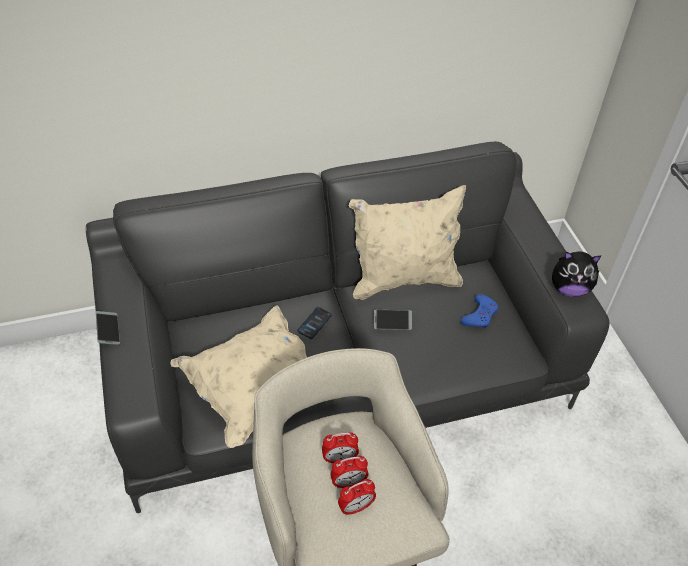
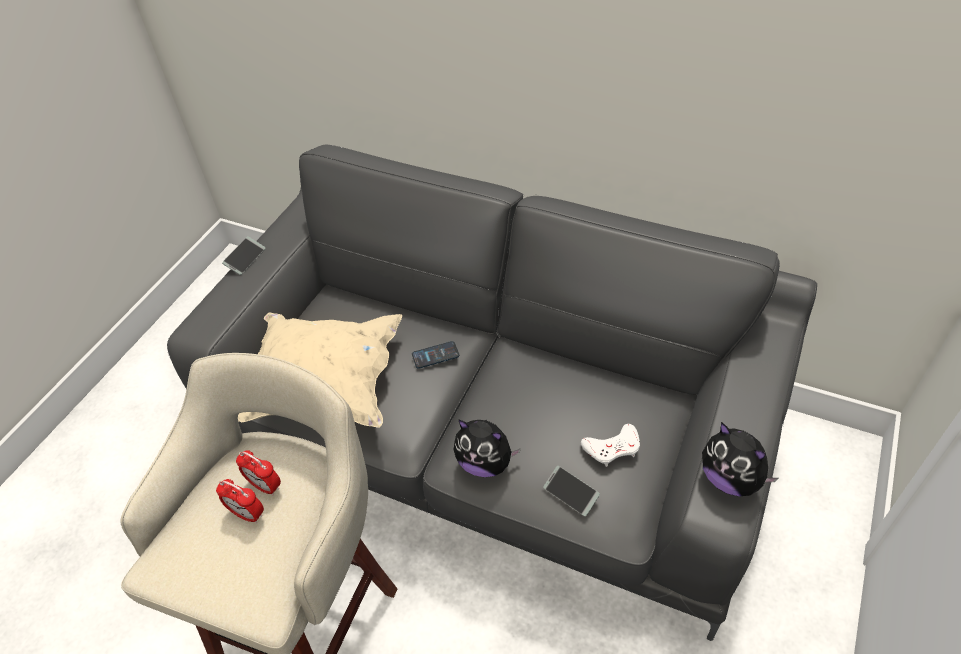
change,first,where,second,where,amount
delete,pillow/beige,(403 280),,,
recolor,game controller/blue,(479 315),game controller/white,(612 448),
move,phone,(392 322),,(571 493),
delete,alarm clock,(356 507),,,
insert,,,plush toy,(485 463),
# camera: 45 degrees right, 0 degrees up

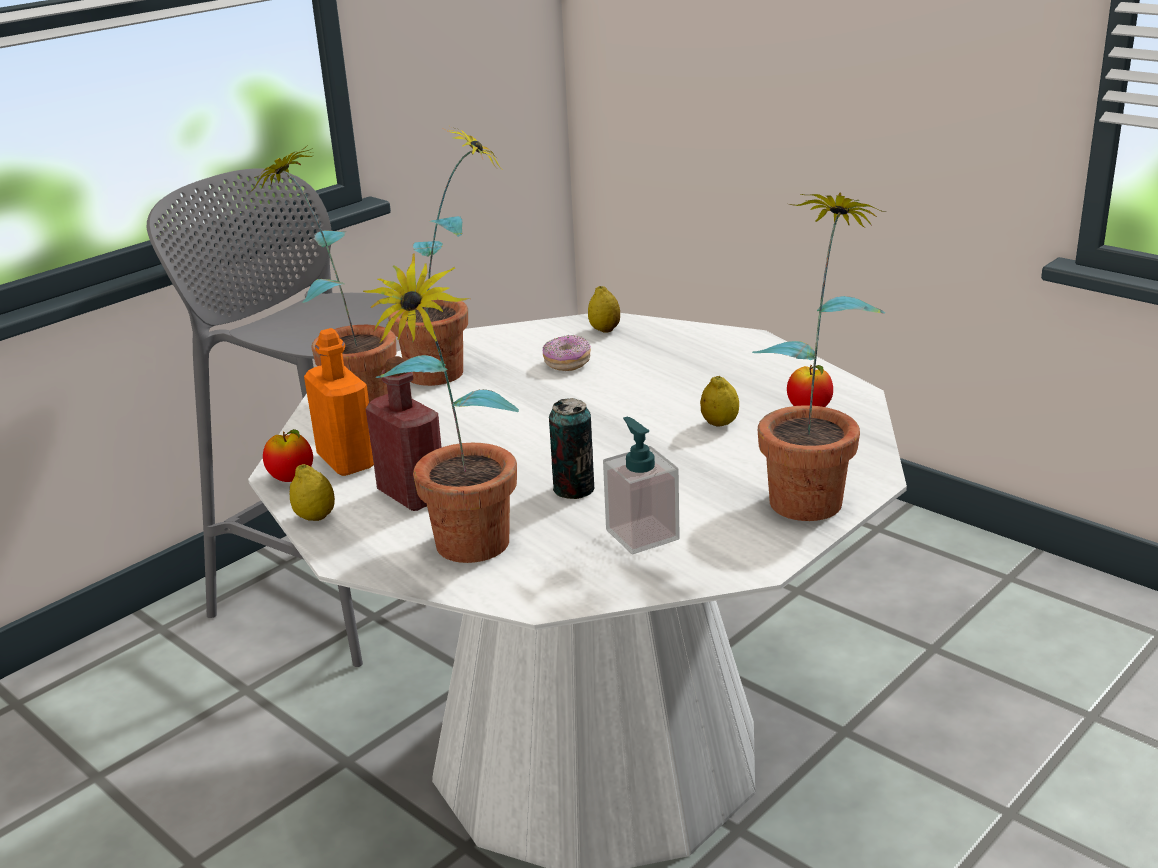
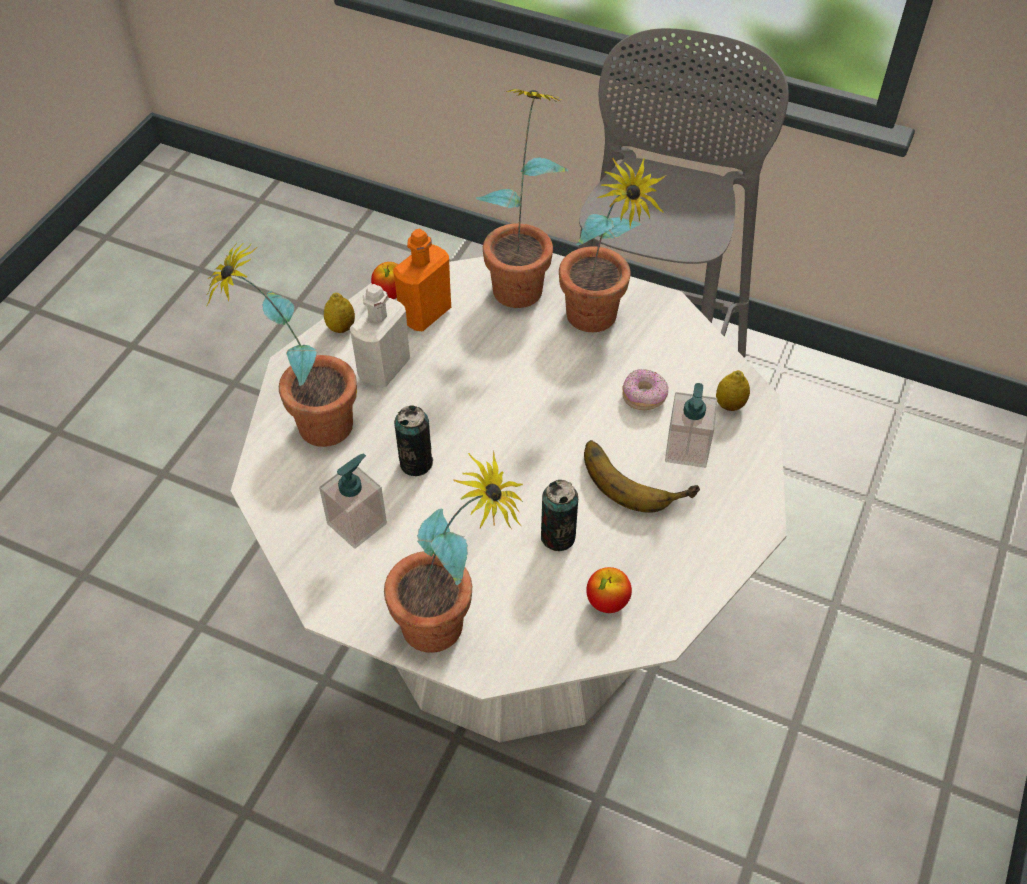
change,first,where,second,where,amount
recolor,bottle/red,(412 495),bottle/white,(384 369),
replace,lemon,(719 424),can,(558 537),
insert,,,soap dispenser,(687 449),
insert,,,banana,(636 475),
# camera: 70 degrees right, 25 degrees up

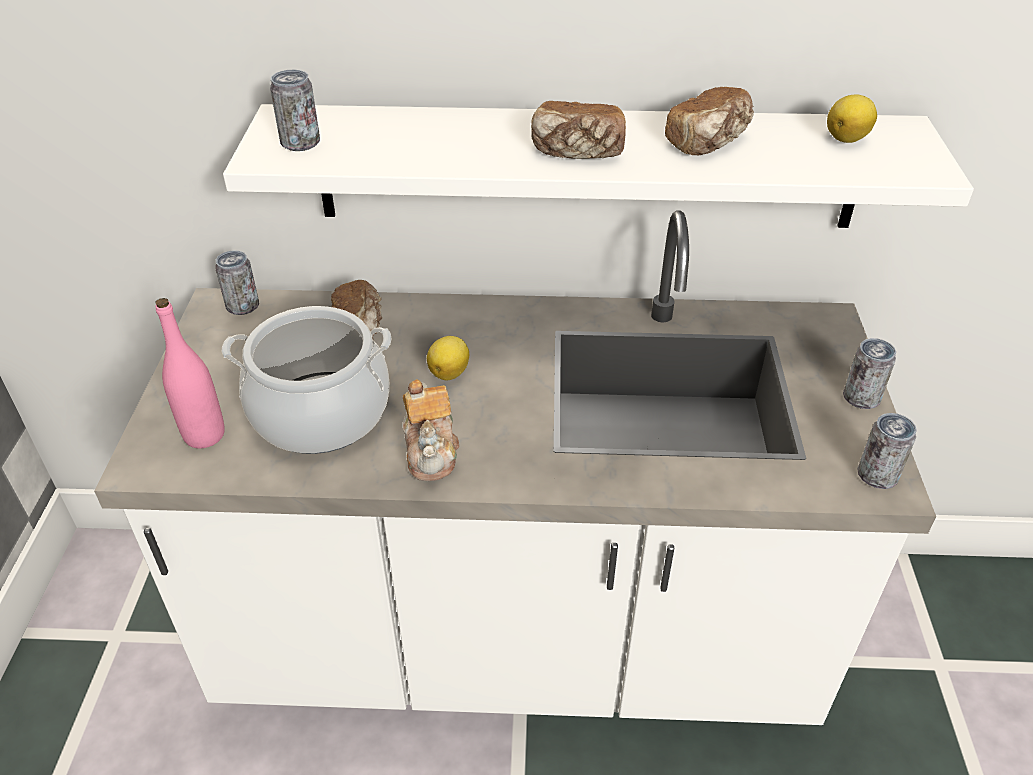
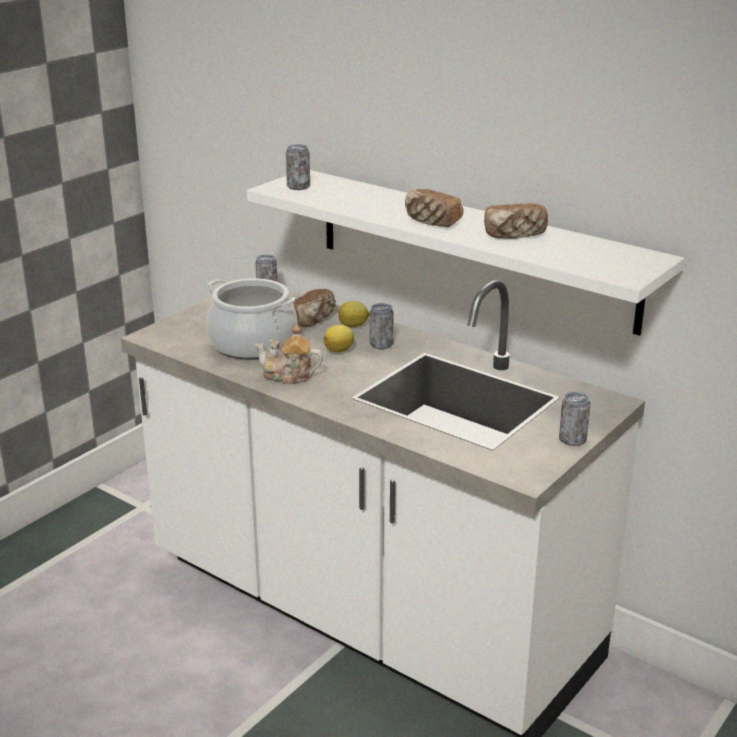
change,first,where,second,where,amount
move,lemon,(847 139),,(354 326),
delete,bottle/pink,(204 435),,,
rotate,teapot,(431 451),,(288 376),75 degrees clockwise
move,can,(877 475),,(381 344),
# camera: 35 degrees right, 15 degrees down

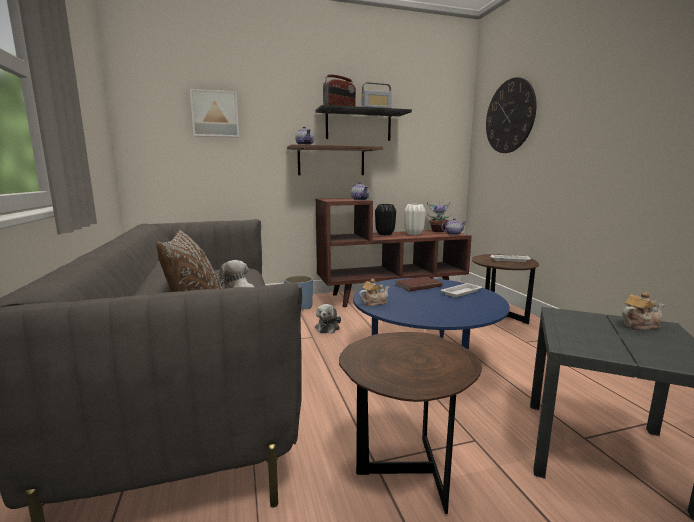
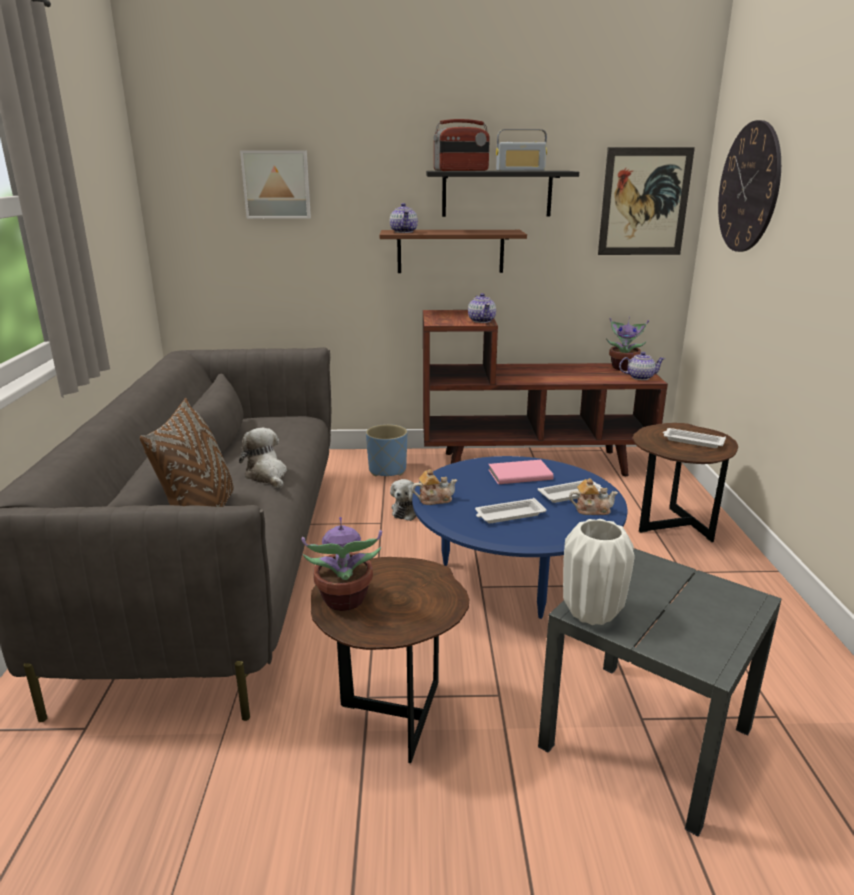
change,first,where,second,where,amount
delete,vase/black,(384 234),,,
move,vase/white,(414 234),,(592 613),
recolor,book/brown,(417 285),book/pink,(518 474),
move,teapot,(639 325),,(591 510),
insert,,,picture,(644 202),
insert,,,tray/white,(508 515),
insert,,,potted plant,(344 601),
# camera: 15 degrees right, 10 degrees up

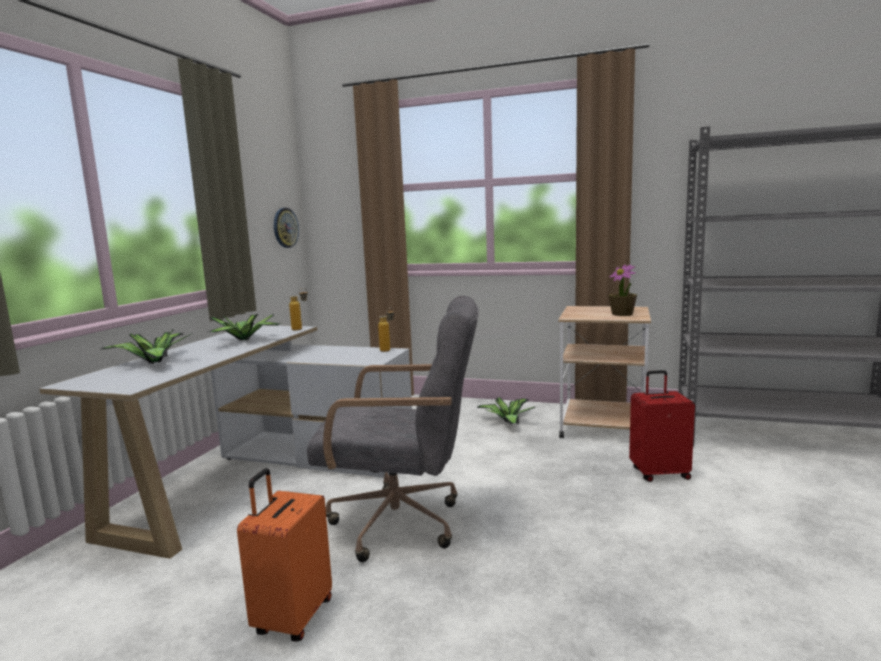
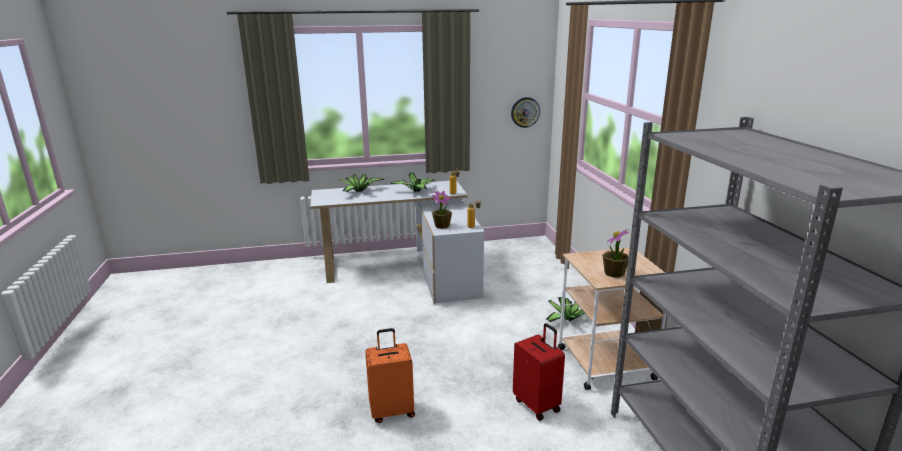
change,first,where,second,where,amount
delete,office chair/grey,(404 525),,,
move,suitcase/orange,(292 617),,(392 411),
insert,,,potted plant,(442 226),
# camera: 60 degrees right, 10 degrees up

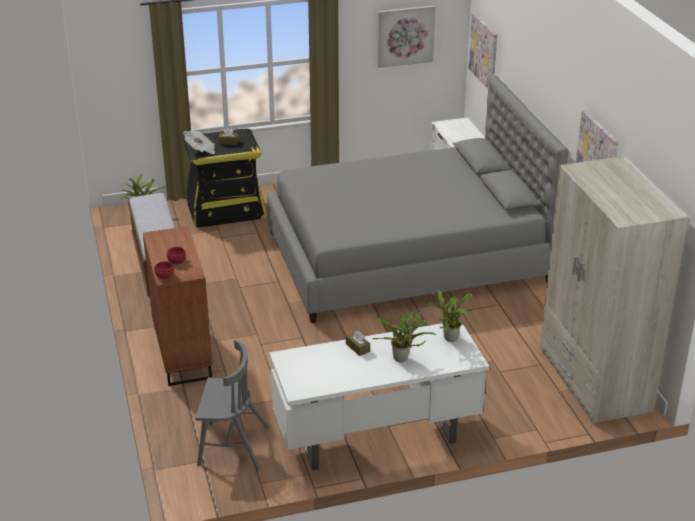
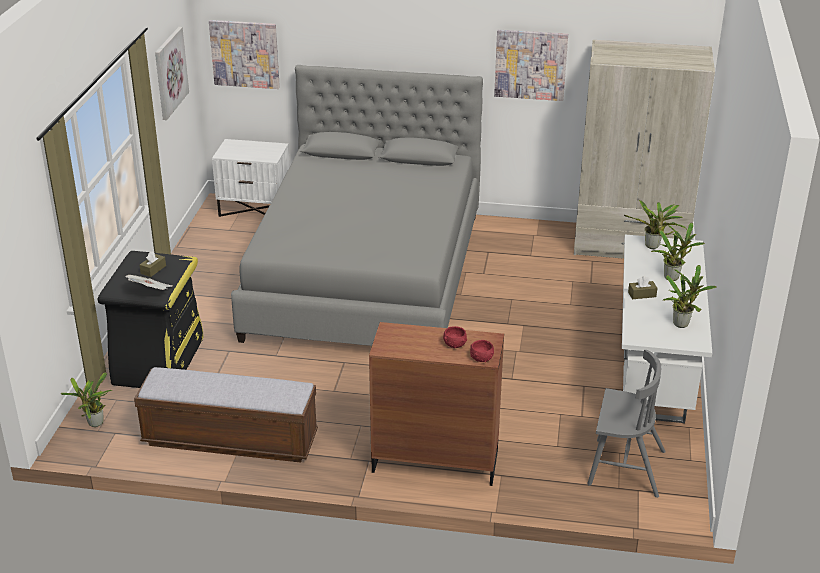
change,first,where,second,where,amount
rotate,chair/grey,(229 445),,(621 466),75 degrees clockwise
insert,,,potted plant,(682 323),
# camera: 65 degrees left, 0 degrees up

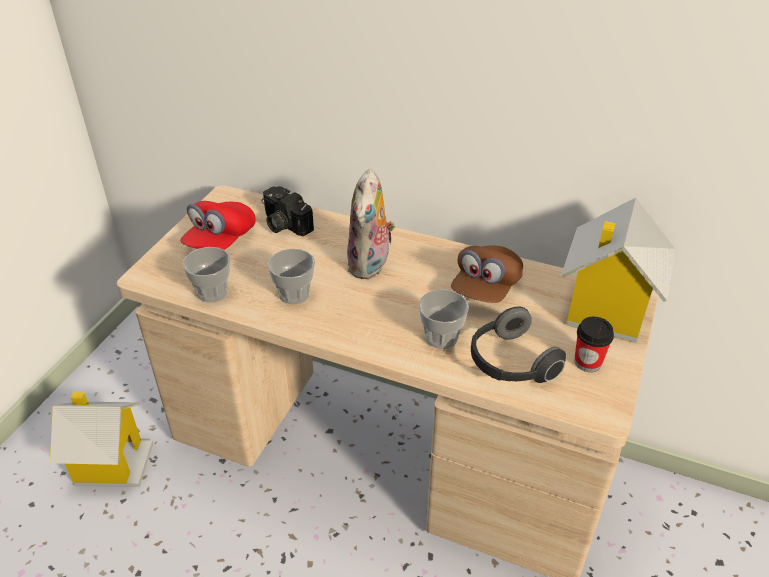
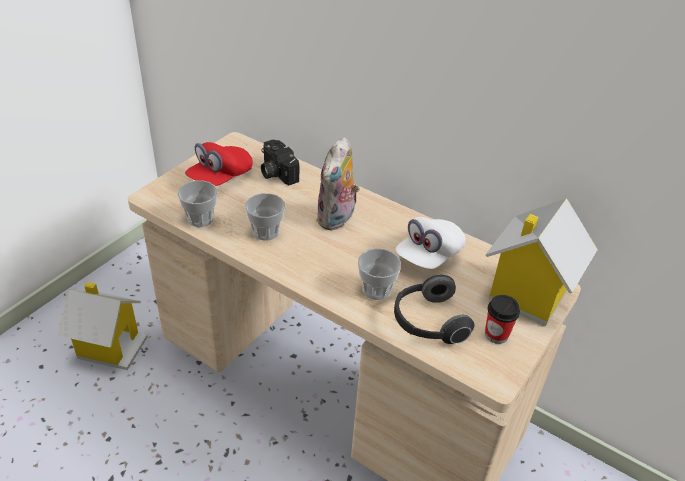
change,first,where,second,where,amount
recolor,cap/brown,(485 288),cap/white,(429 255),
# camera: 10 degrees right, 0 degrees up

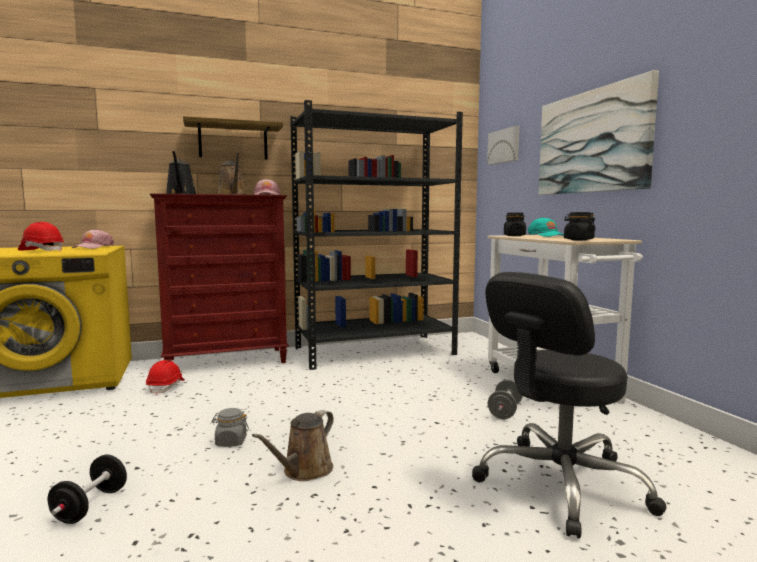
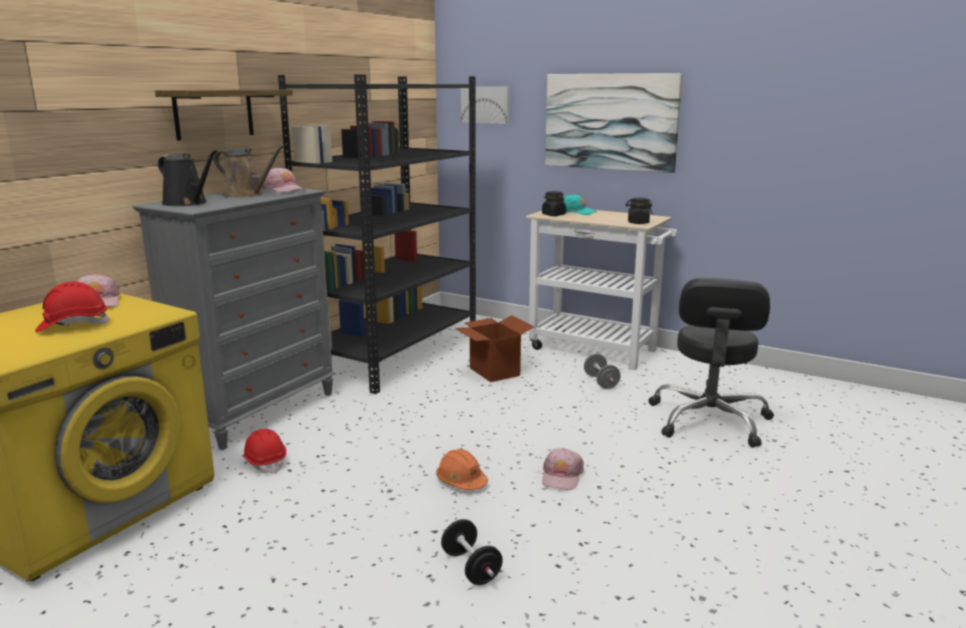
change,first,where,second,where,amount
recolor,dresser/red,(228 360),dresser/grey,(258 411),
replace,jar/grey,(231 442),hard hat/orange,(461 481),
replace,watering can/brown,(304 471),cap/pink,(561 476),
insert,,,cardboard box,(494 371),
# camera: 40 degrees left, 10 degrees up

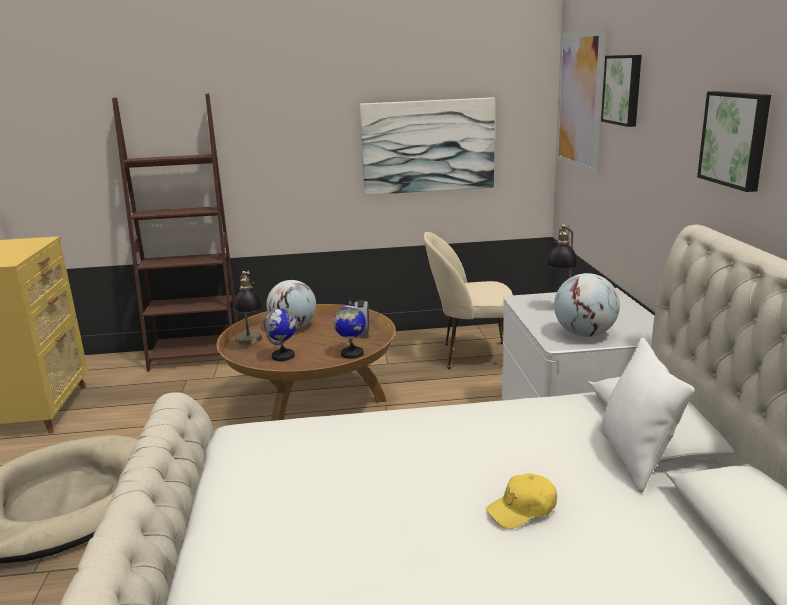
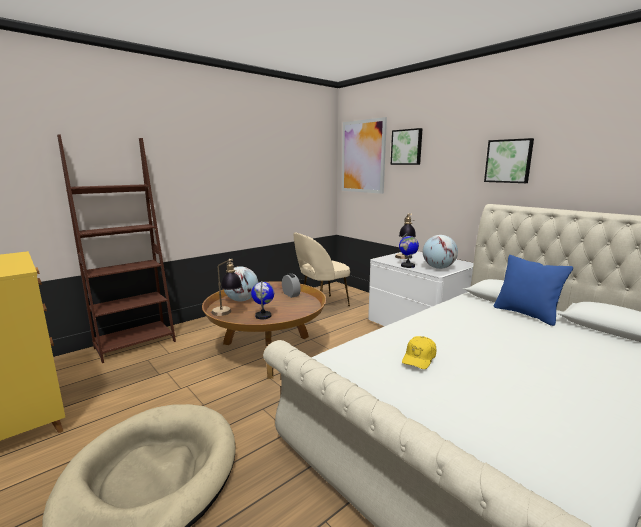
change,first,where,second,where,amount
delete,picture,(428 146),,,
move,globe,(352 354),,(407 266),
recolor,pillow/white,(635 458),pillow/blue,(526 314),
move,cap/yellow,(522 509),,(419 358),
# camera: 35 degrees left, 5 degrees down

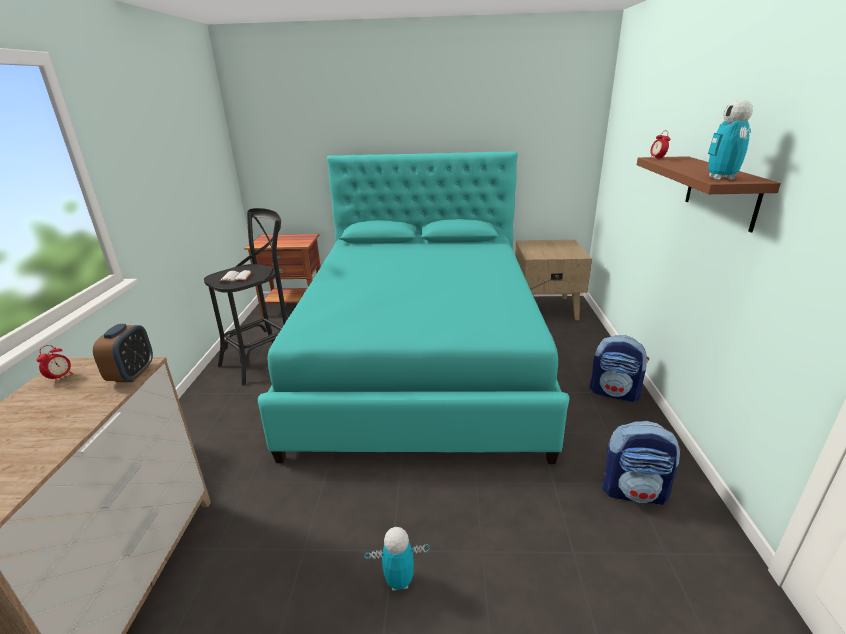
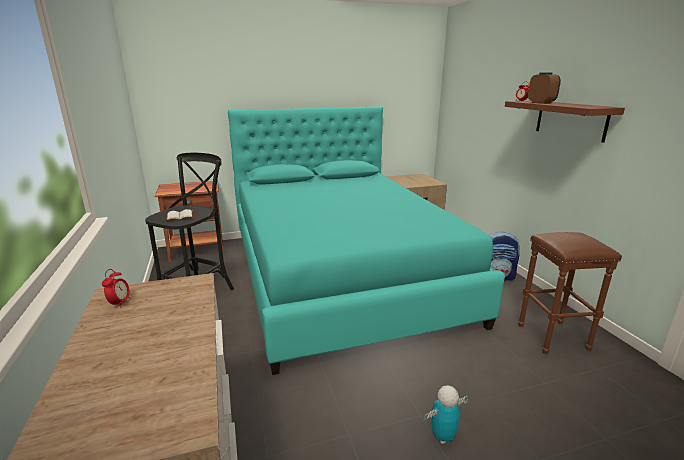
change,first,where,second,where,amount
delete,toy robot,(721 178),,,
move,alarm clock,(132 374),,(541 103),
replace,backpack,(634 491),stool/brown,(553 336),
# camera: 20 degrees left, 5 degrees down

